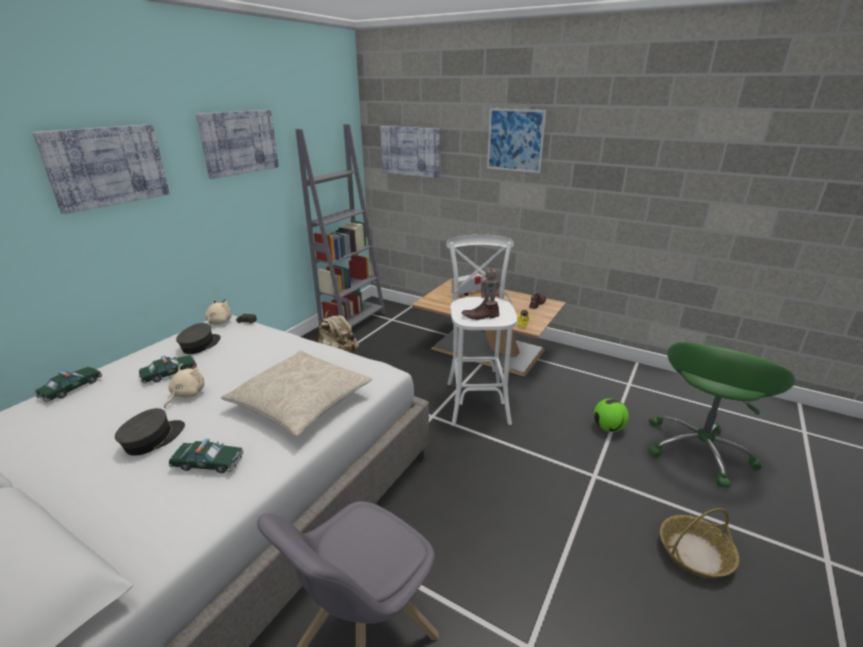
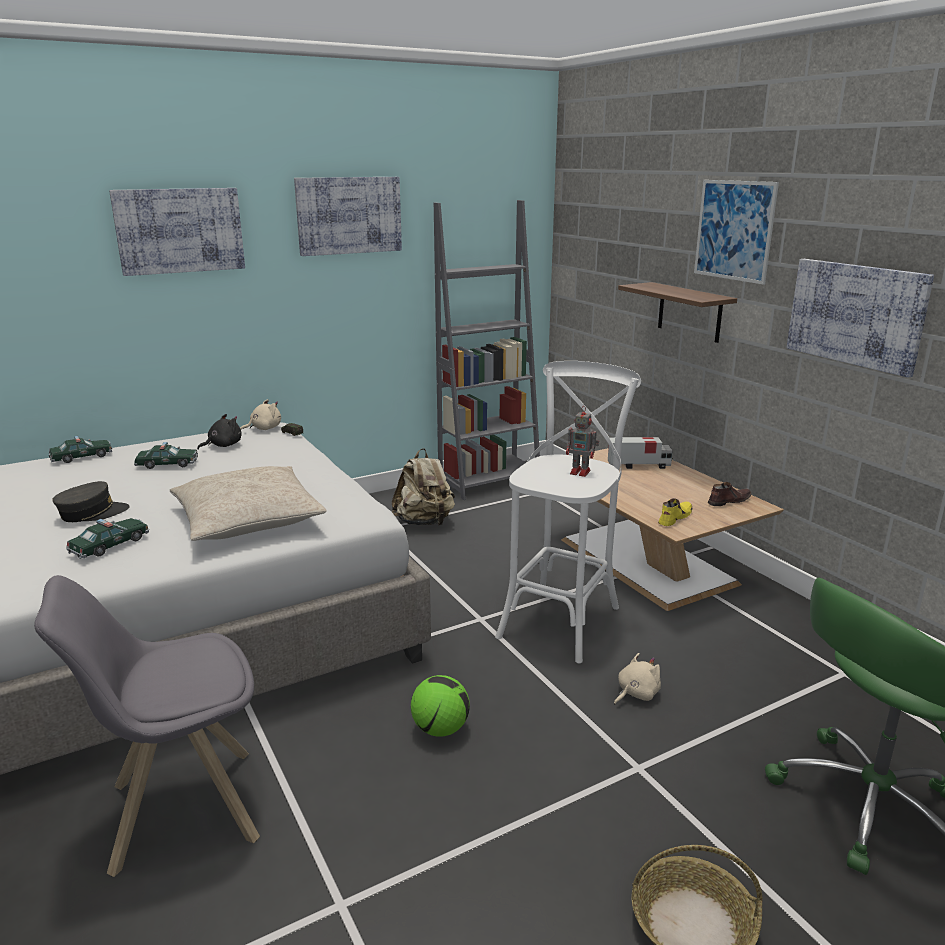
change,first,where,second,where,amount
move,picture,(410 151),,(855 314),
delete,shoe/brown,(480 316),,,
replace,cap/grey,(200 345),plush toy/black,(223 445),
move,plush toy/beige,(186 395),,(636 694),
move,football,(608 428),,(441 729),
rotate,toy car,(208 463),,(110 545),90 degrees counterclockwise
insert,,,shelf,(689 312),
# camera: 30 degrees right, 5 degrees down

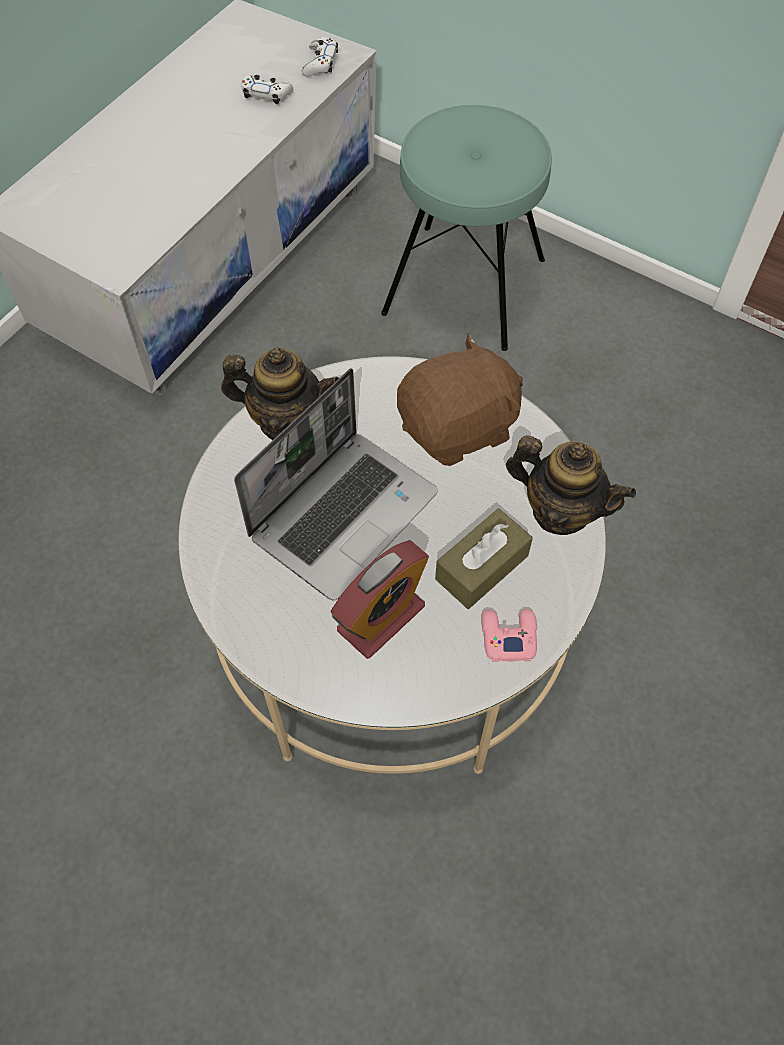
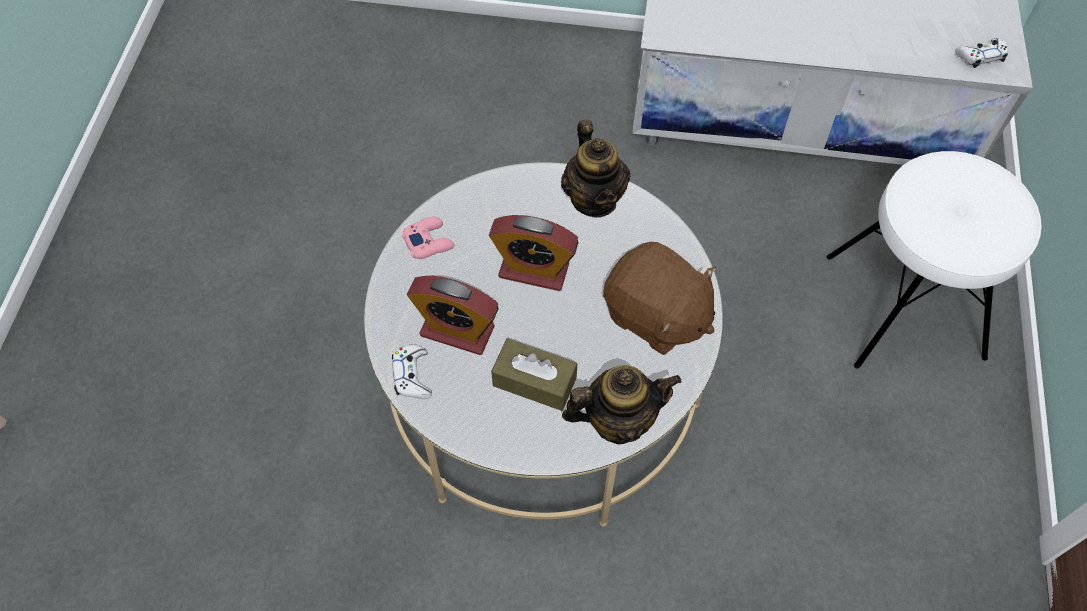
change,first,where,second,where,amount
move,game controller/white,(266 94),,(412 376),
recolor,stool/turquoise,(464 287),stool/white,(904 306),
replace,laptop,(344 513),alarm clock,(534 270),
rotate,teapot,(560 511),,(617 420),105 degrees counterclockwise
move,game controller/pink,(508 636),,(428 241),
# camera: 65 degrees right, 0 degrees up

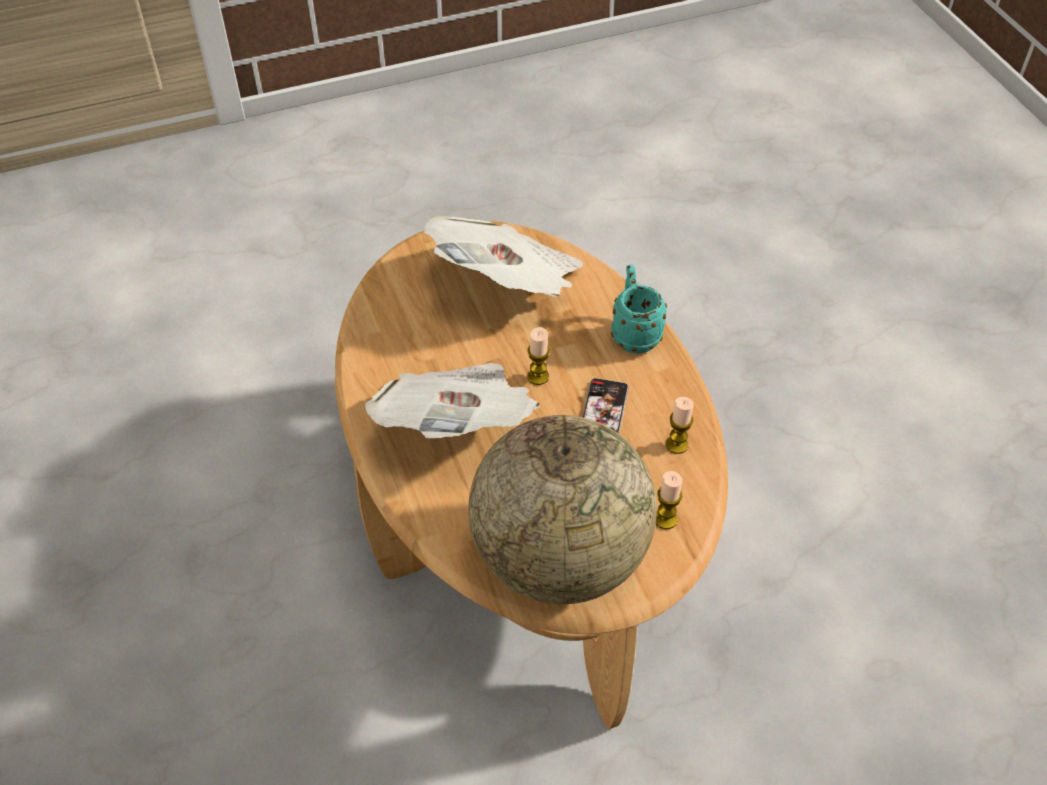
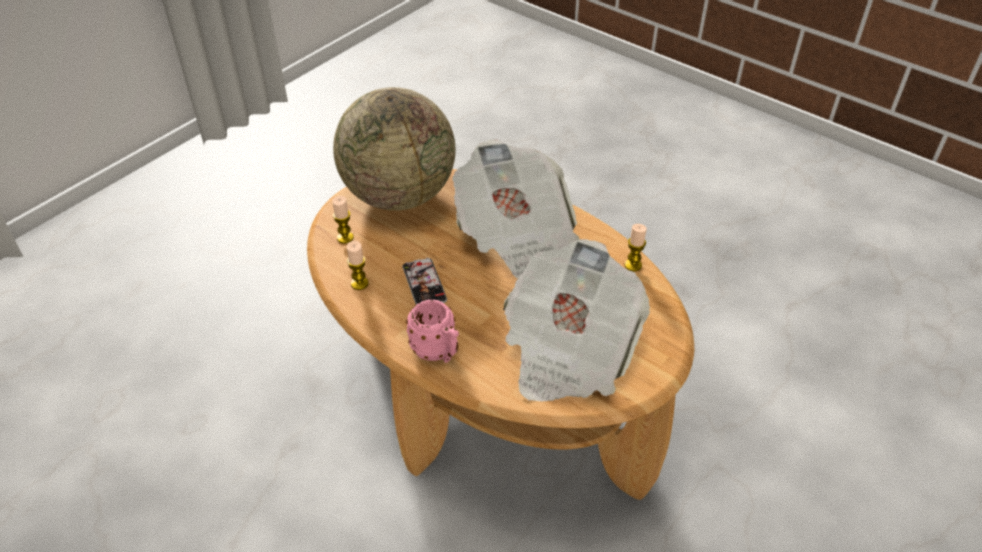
change,first,where,second,where,amount
recolor,mug/turquoise,(634 333),mug/pink,(438 352),
move,candle,(538 376),,(633 265),
# camera: 150 degrees right, 5 degrees down

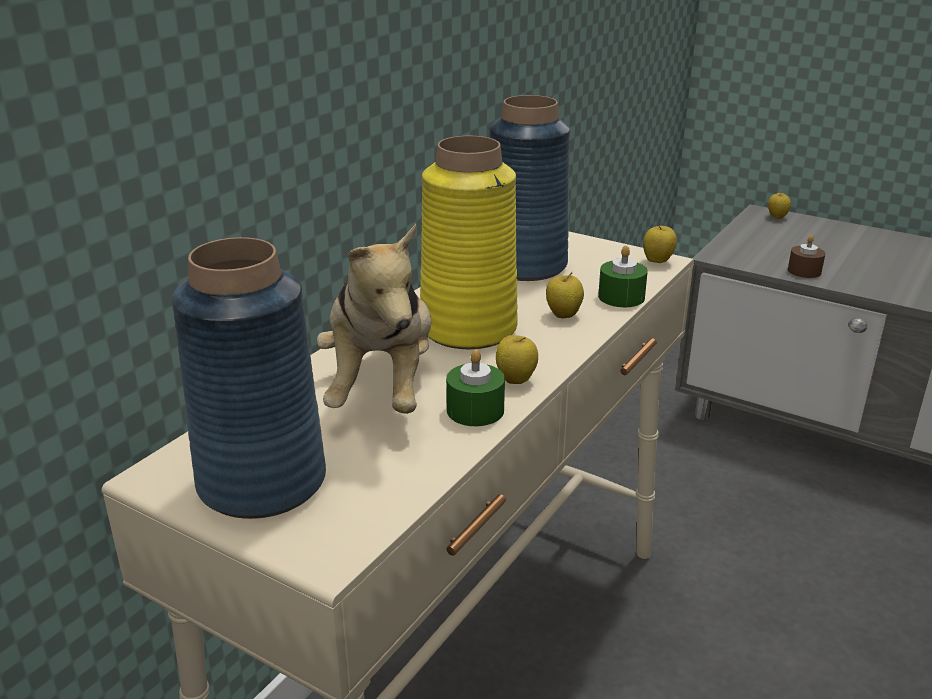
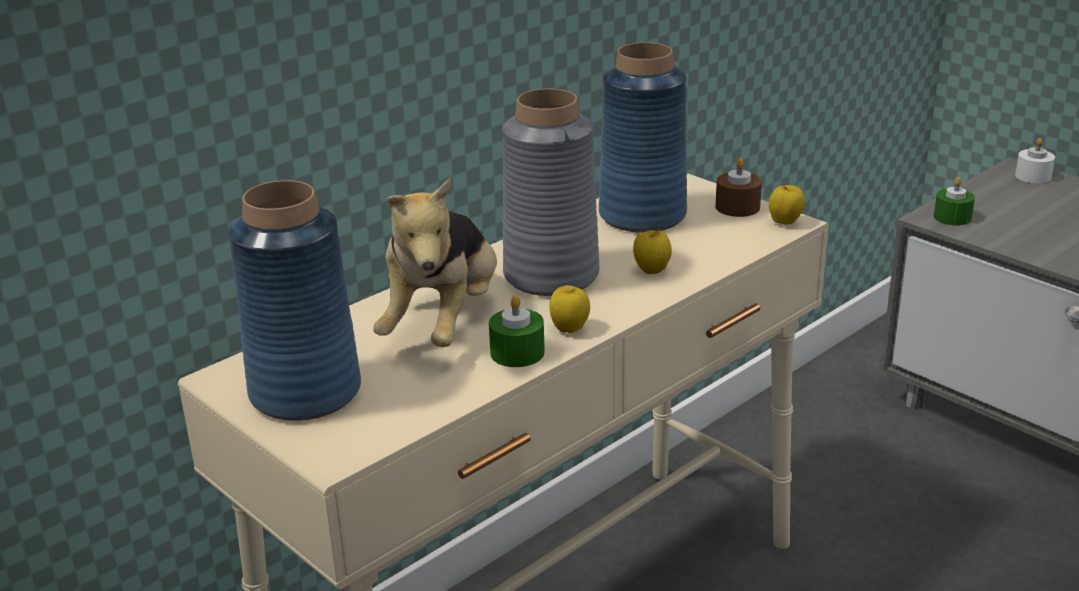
change,first,where,second,where,amount
recolor,vase/yellow,(468 328),vase/grey,(551 275),
replace,apple,(776 217),candle/white,(1033 176),
move,candle/brown,(804 271),,(737 207),
move,candle/green,(621 297),,(952 217),
# camera: 15 degrees right, 0 degrees up

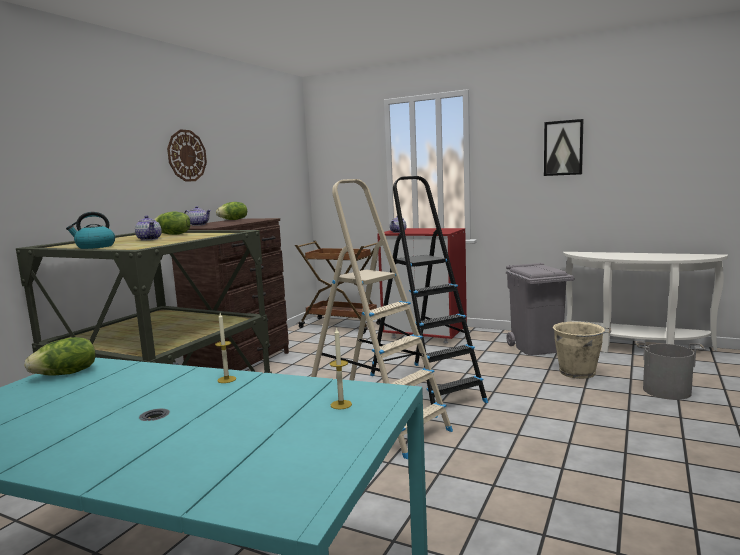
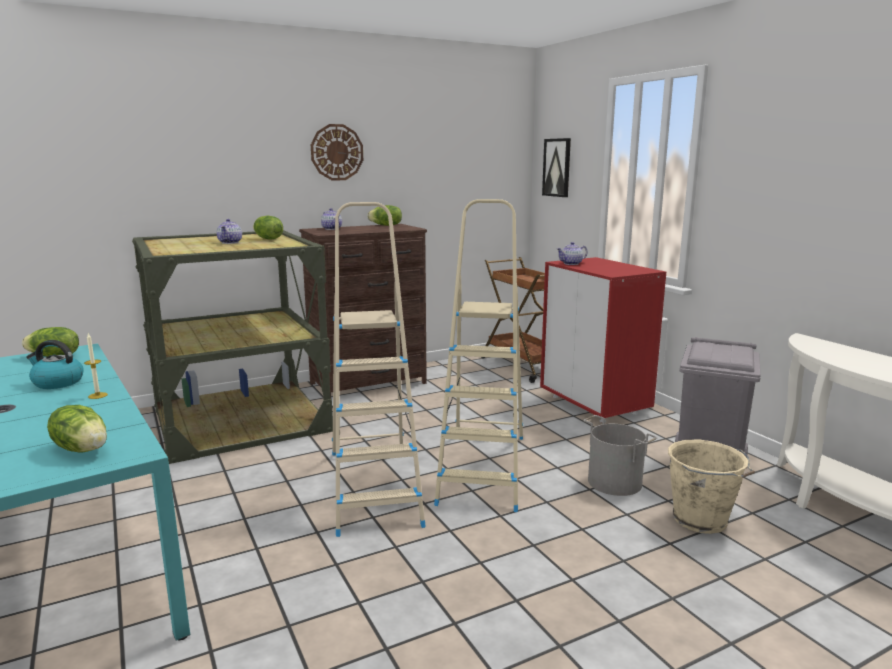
change,first,where,second,where,amount
move,picture,(563 148),,(557 167),
recolor,step ladder/black,(425 387),step ladder/beige,(483 468),
move,kettle,(95 247),,(57 383),
replace,candle,(341 404),lettuce,(83 448),
move,bucket/grey,(667 391),,(614 482),
# camera: 35 degrees right, 5 degrees up

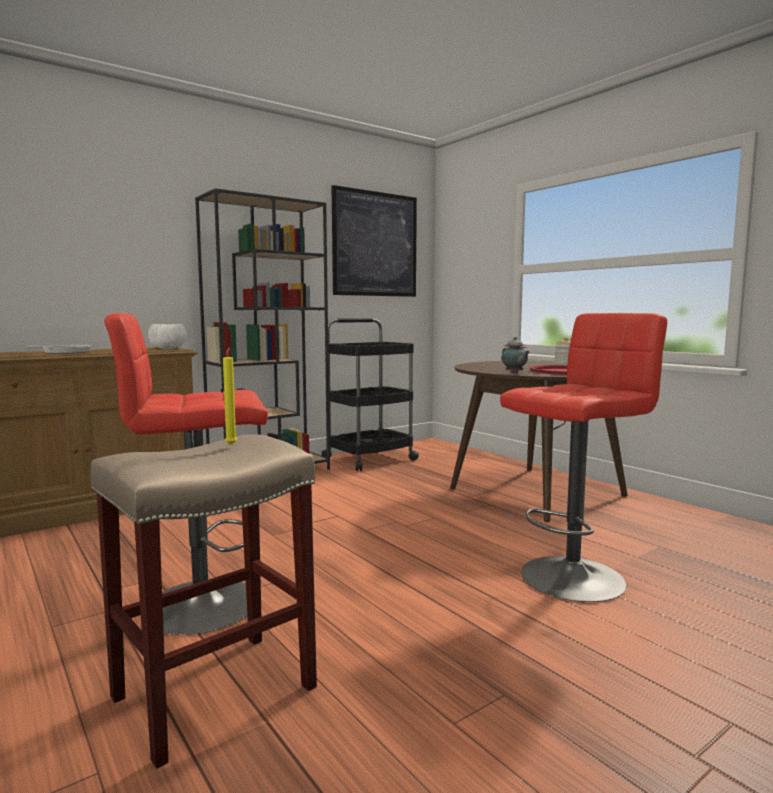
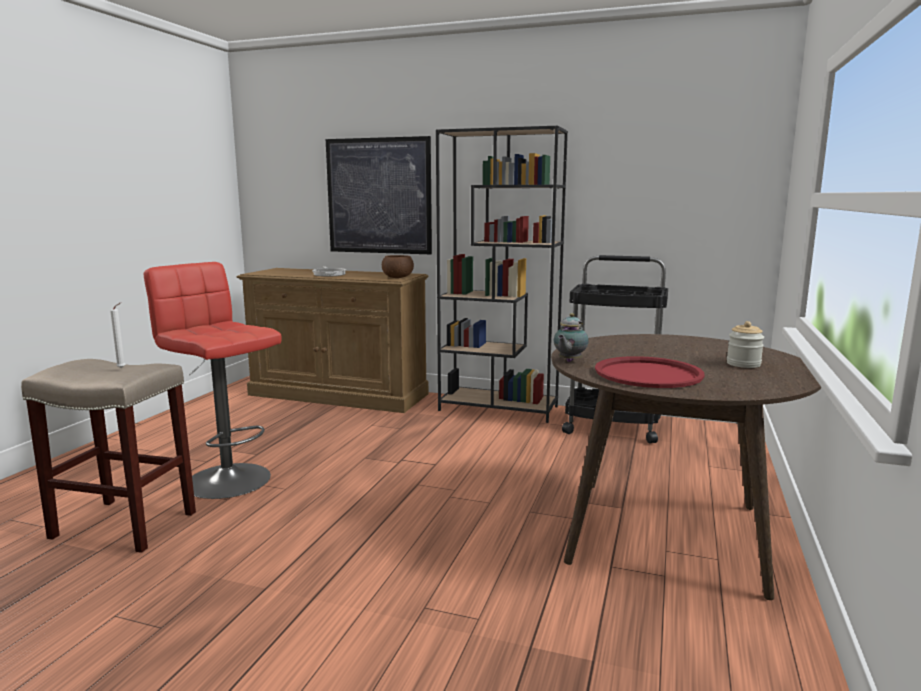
change,first,where,second,where,amount
move,picture,(375 244),,(379 196),
delete,stool/red,(573 578),,,
recolor,bowl/white,(168 349),bowl/brown,(398 277),
recolor,candle/yellow,(231 444),candle/white,(123 368),
# camera: 55 degrees right, 5 degrees up

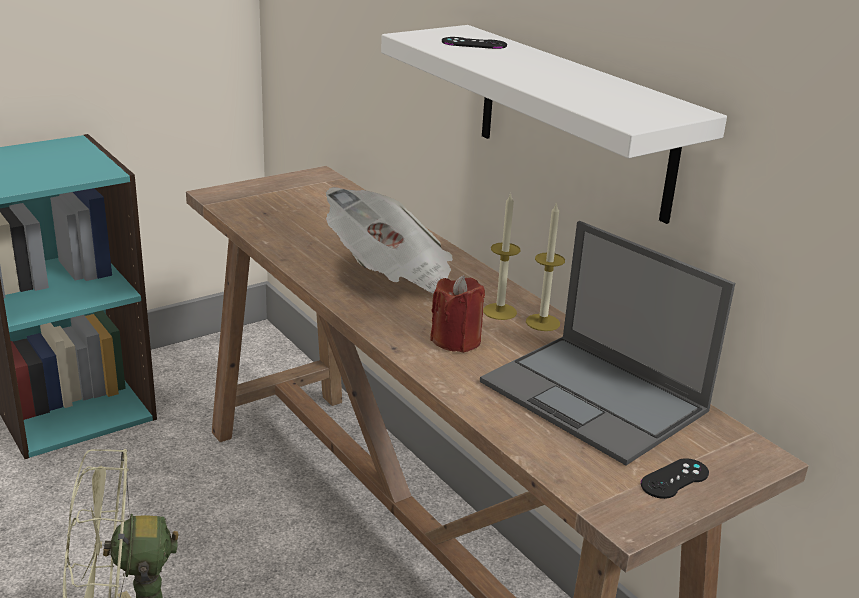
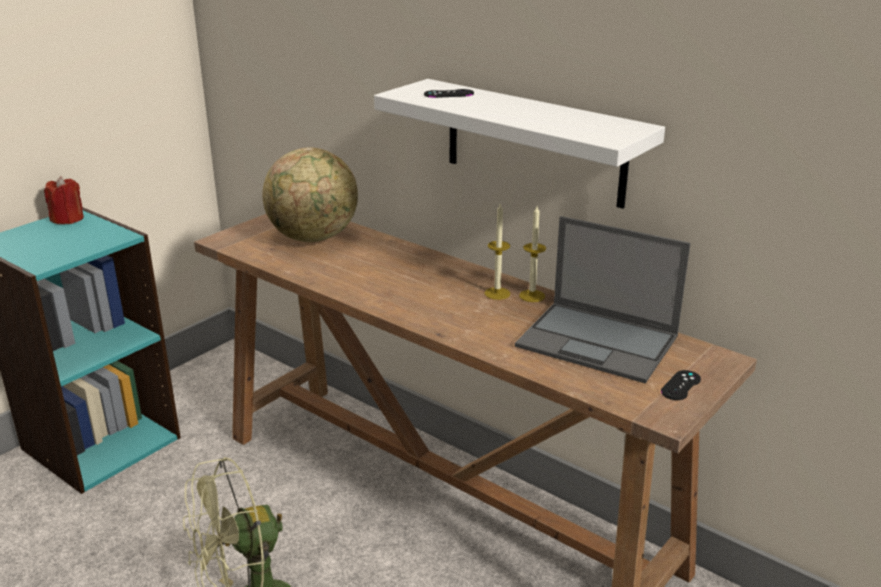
change,first,where,second,where,amount
delete,newspaper,(392 274),,,
move,candle/red,(456 340),,(68 219),
insert,,,globe,(314 238),
# camera: 15 degrees left, 0 degrees up

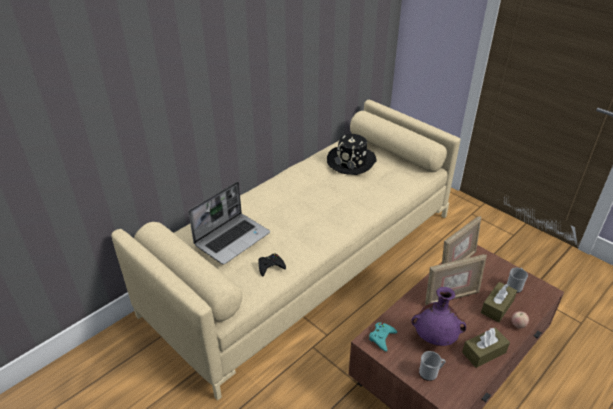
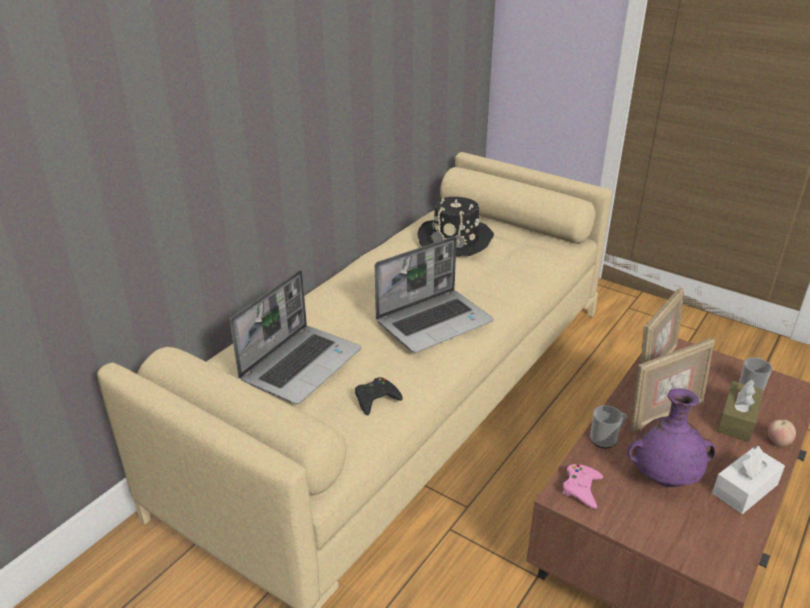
change,first,where,second,where,amount
recolor,game controller/turquoise,(382 338),game controller/pink,(581 488),
recolor,tissue box/brown,(484 352),tissue box/white,(744 489),
move,mug,(430 373),,(606 439),
insert,,,laptop,(435 321),
# camera: 10 degrees left, 5 degrees down

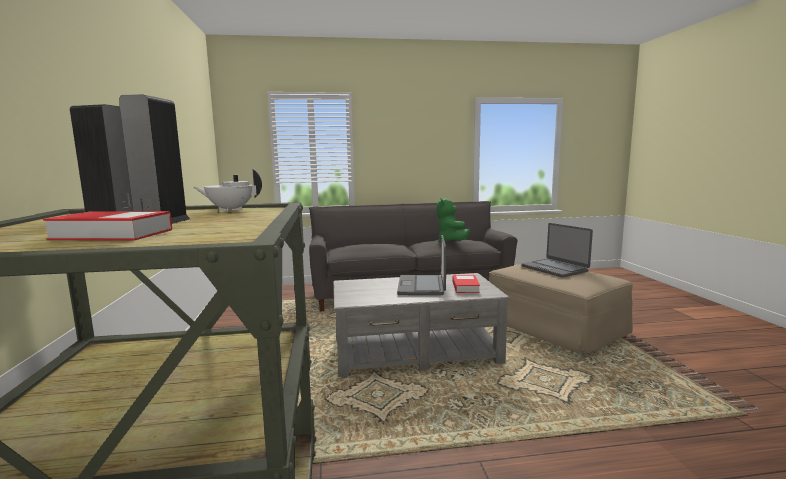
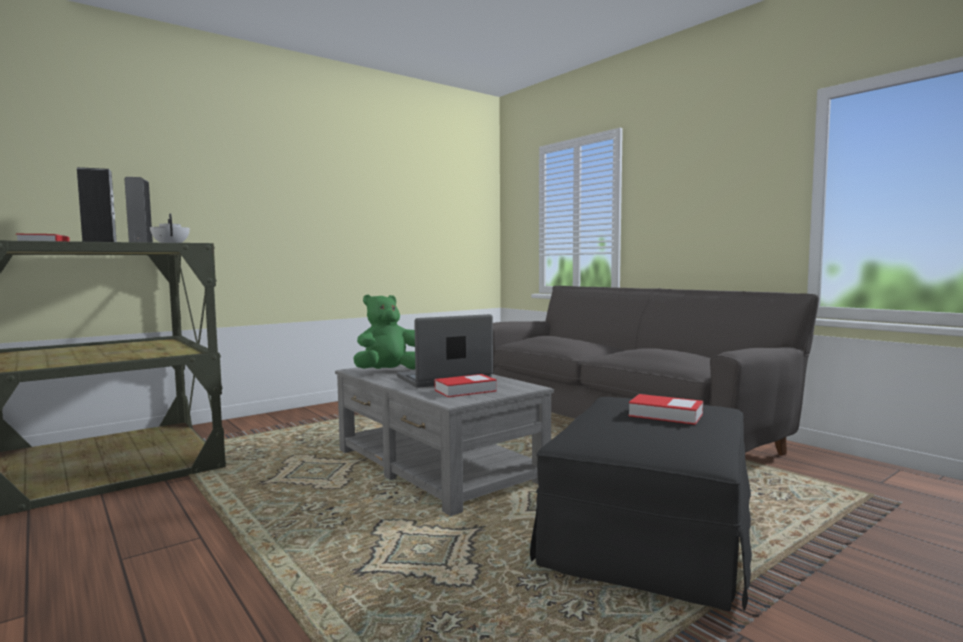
change,first,where,second,where,amount
move,plush toy/green,(451 241),,(389 372),
replace,laptop,(554 269),book,(665 415),
recolor,ottoman/beige,(553 328),ottoman/black,(650 536),
# camera: 60 degrees right, 5 degrees down

